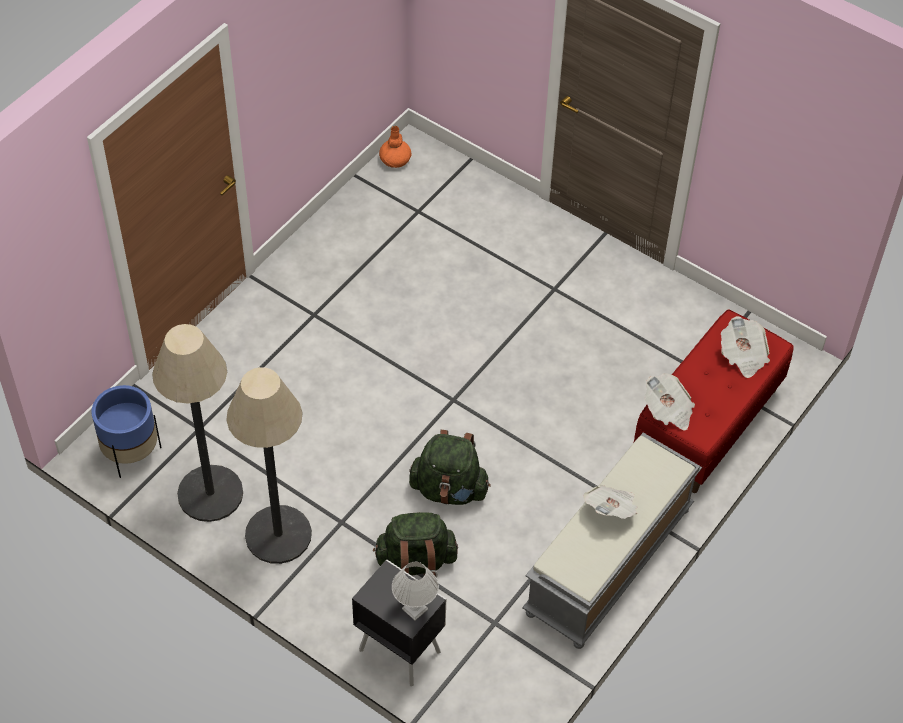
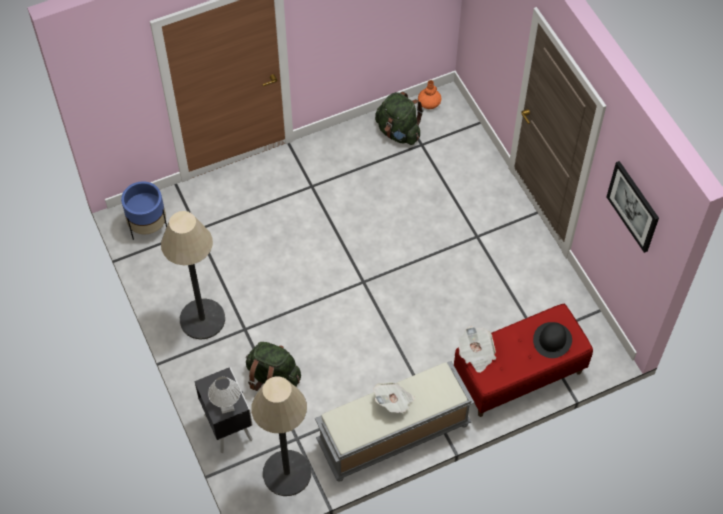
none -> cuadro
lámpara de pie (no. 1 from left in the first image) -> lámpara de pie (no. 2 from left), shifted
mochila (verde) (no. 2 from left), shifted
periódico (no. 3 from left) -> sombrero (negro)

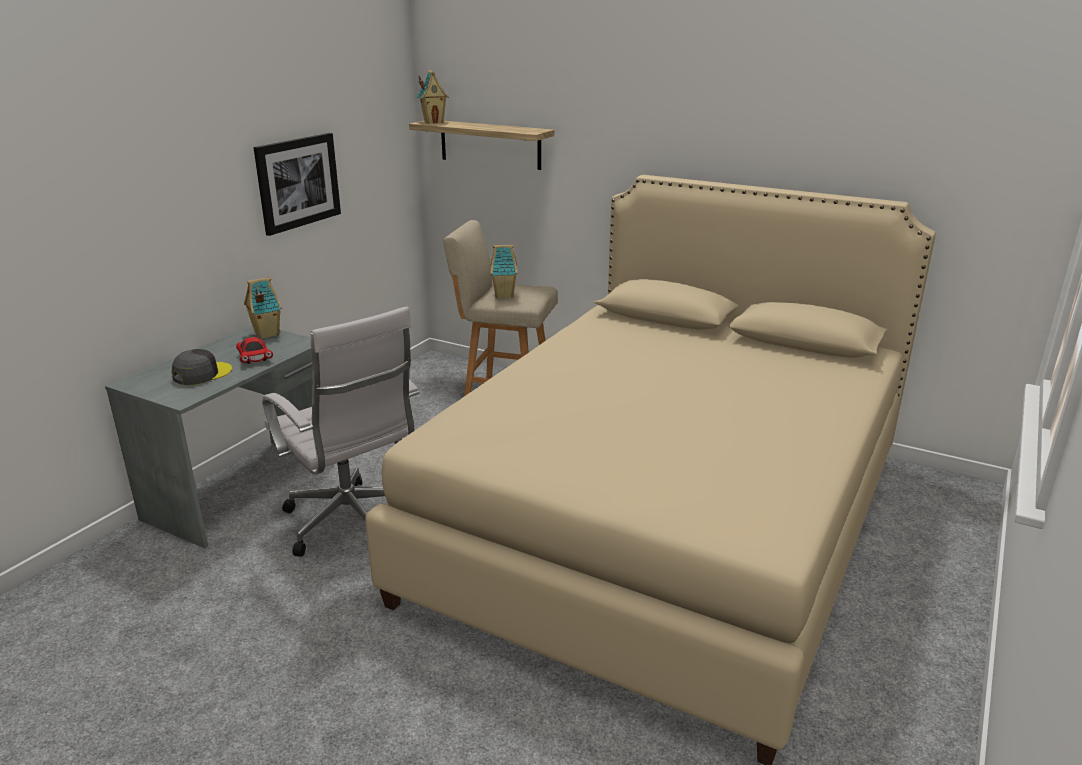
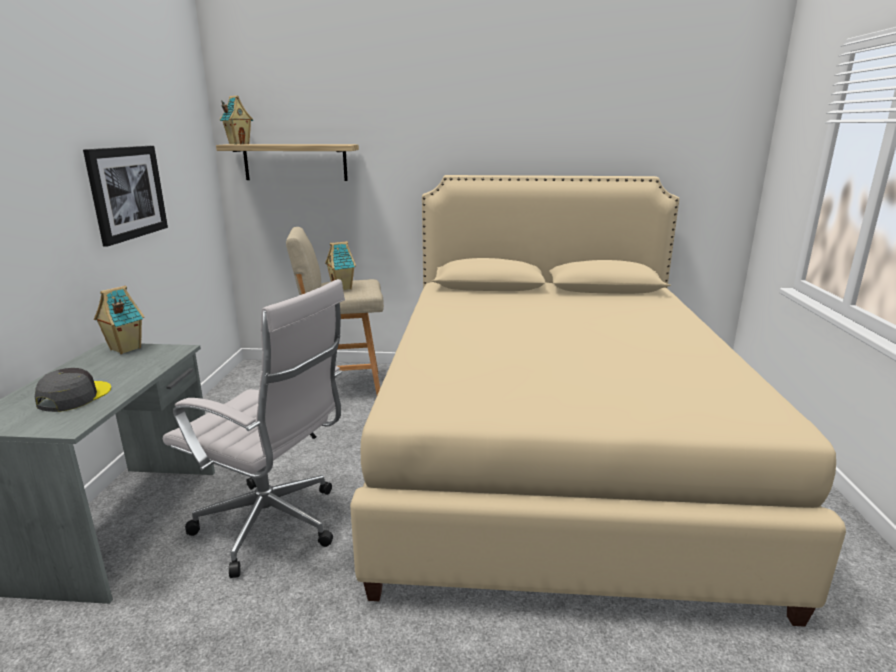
coche de juguete (rojo) -> none

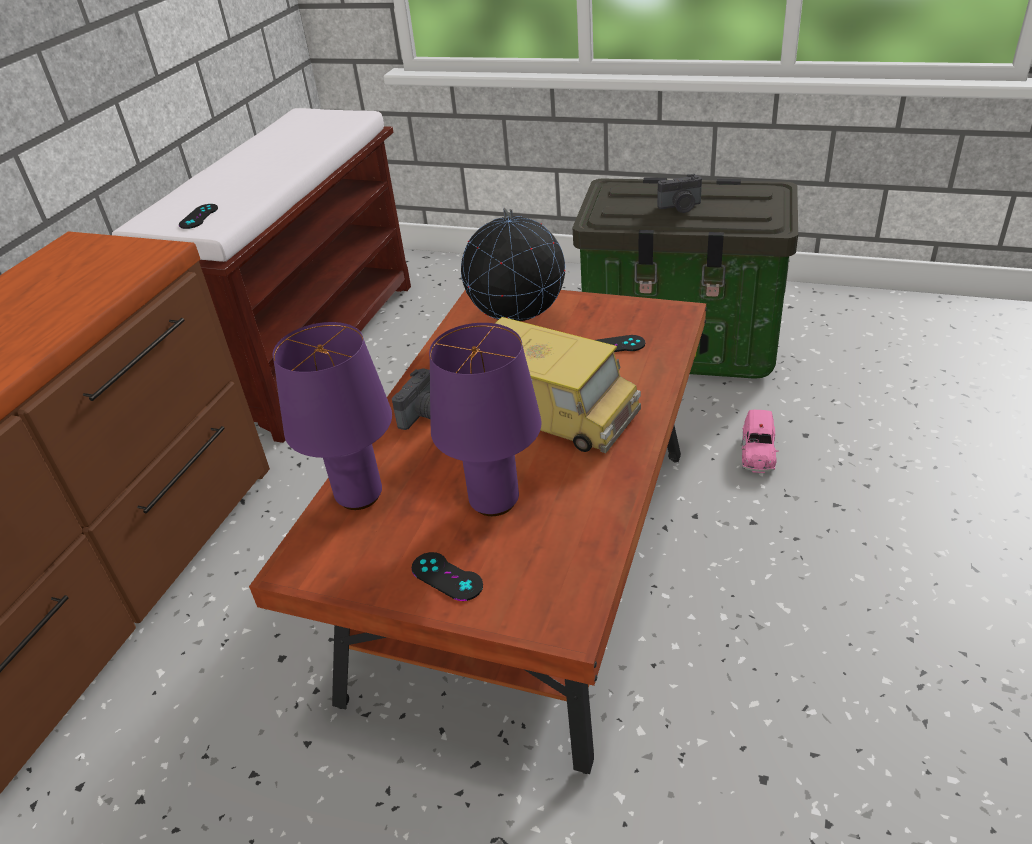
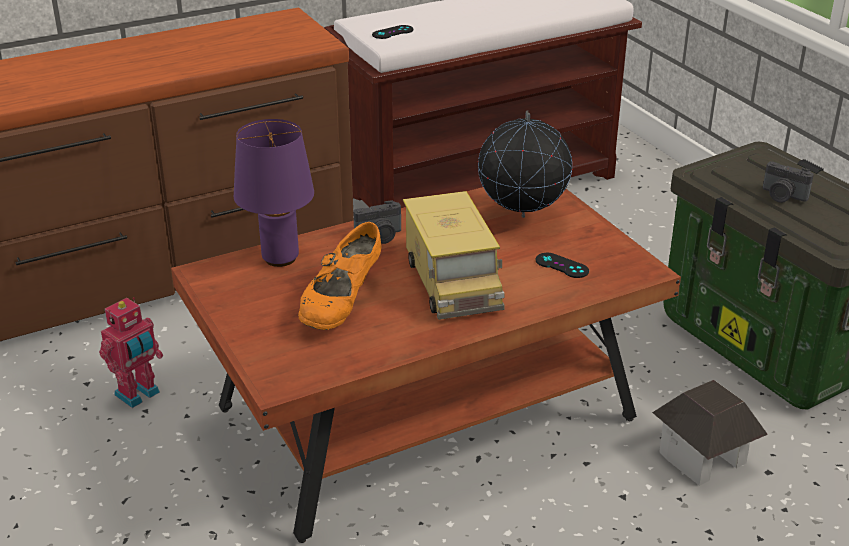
mando de consola (negro) (no. 2 from left) -> none
none -> robot de juguete
lámpara de mesa (morado) (no. 2 from left) -> zapato (naranja)
coche de juguete (rosa) -> casita

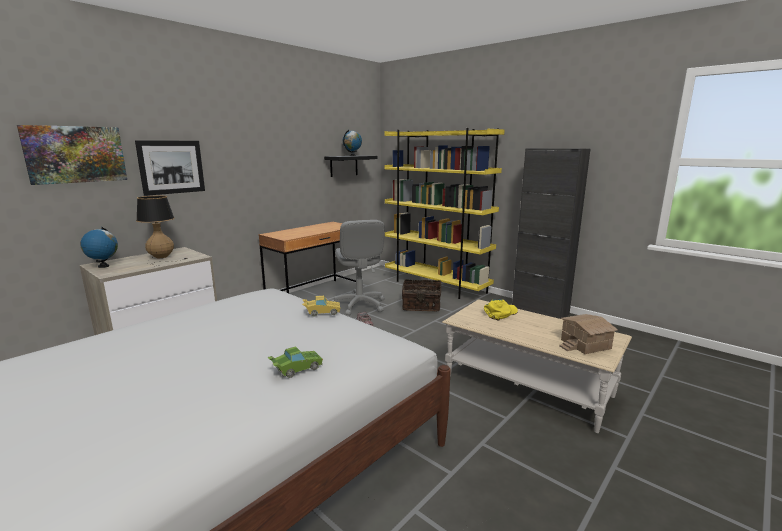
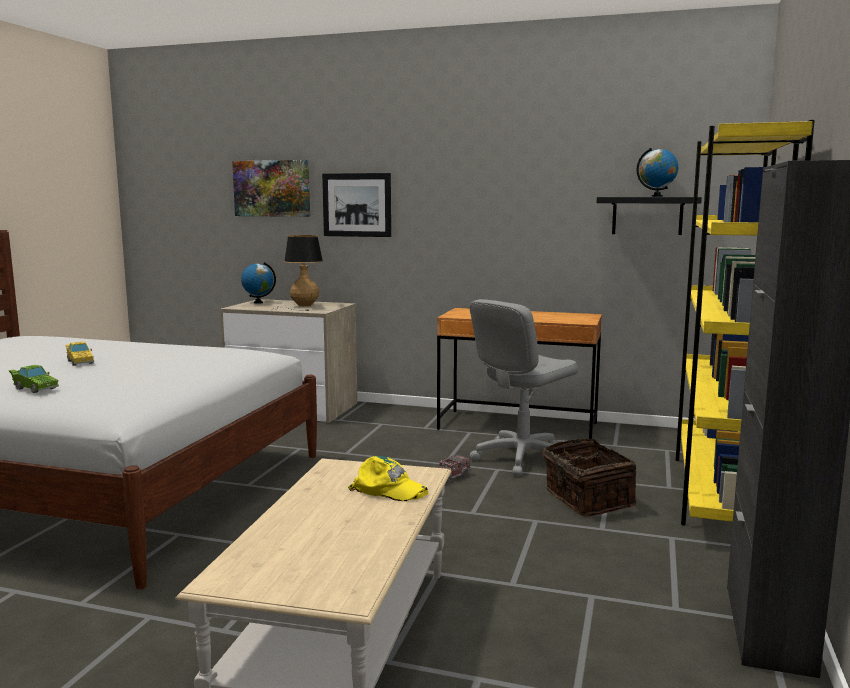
casita -> none
coche de juguete (amarillo), shifted

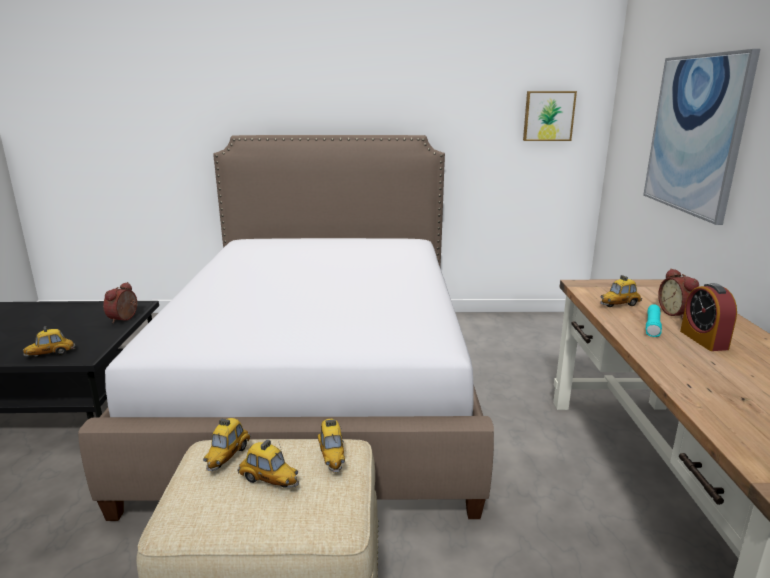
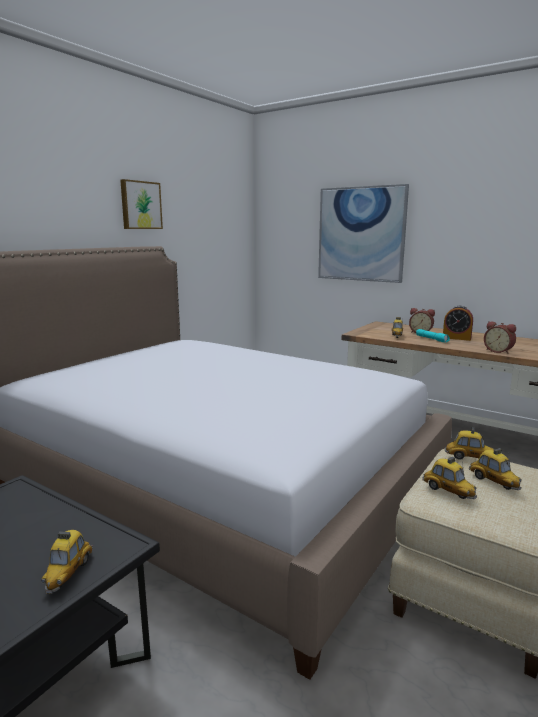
despertador (no. 1 from left in the first image) -> despertador (no. 3 from left), shifted
cuadro (no. 1 from left), shifted
coche de juguete (no. 3 from left in the first image) -> coche de juguete (no. 5 from left), 90 degrees clockwise

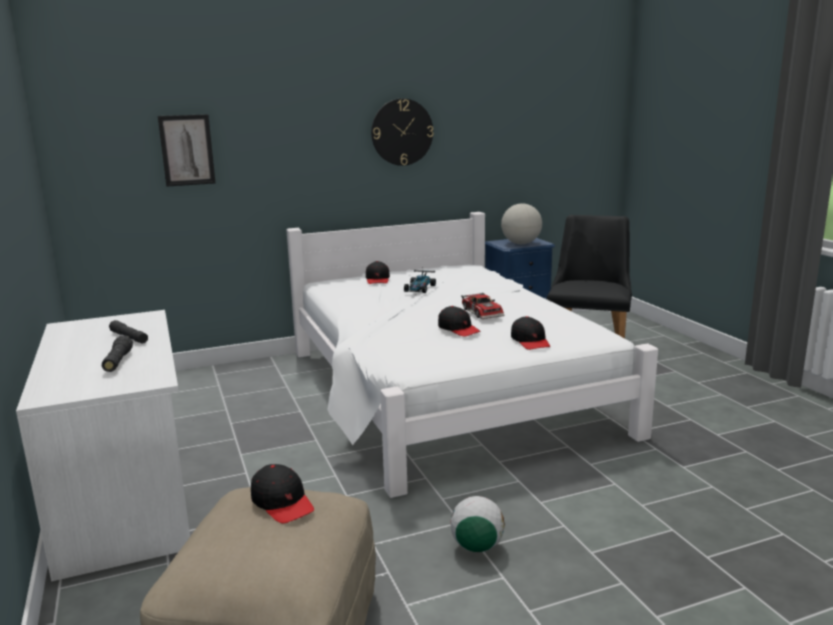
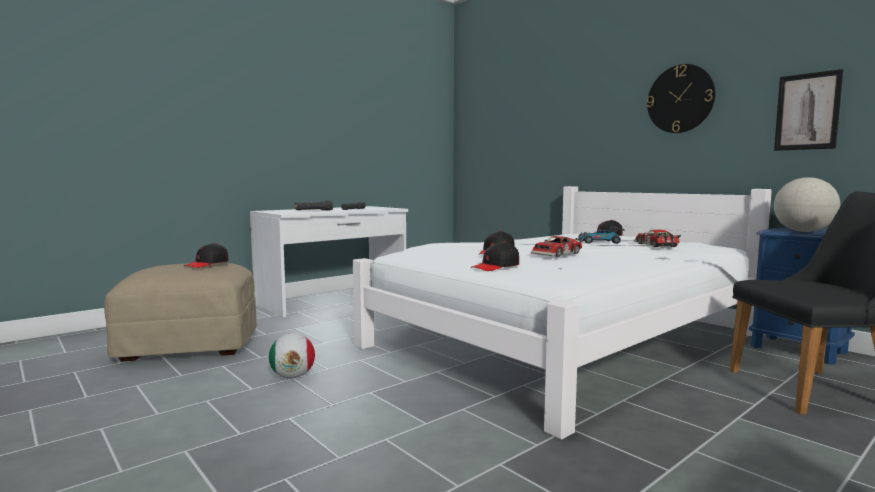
none -> coche de juguete (no. 3 from left)
cuadro, shifted

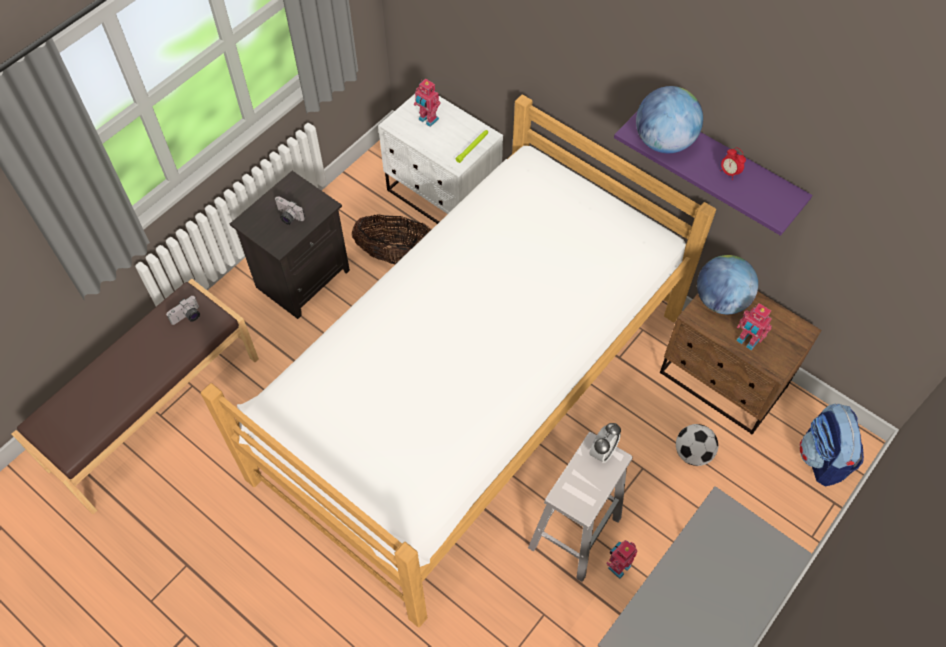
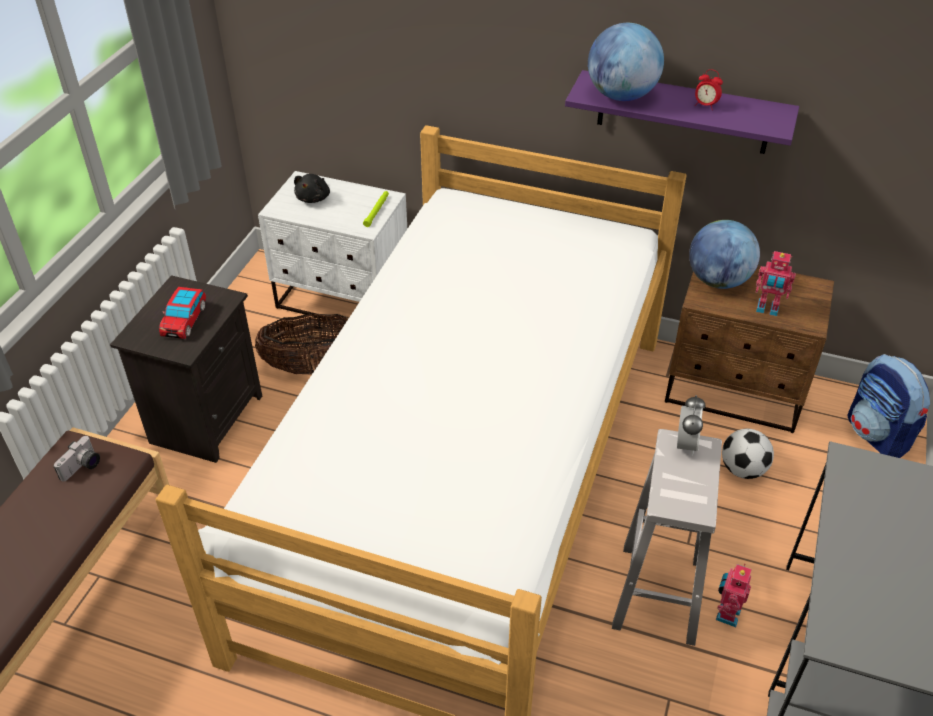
cámara (no. 2 from left) -> coche de juguete
robot de juguete (no. 1 from left) -> peluche (negro)

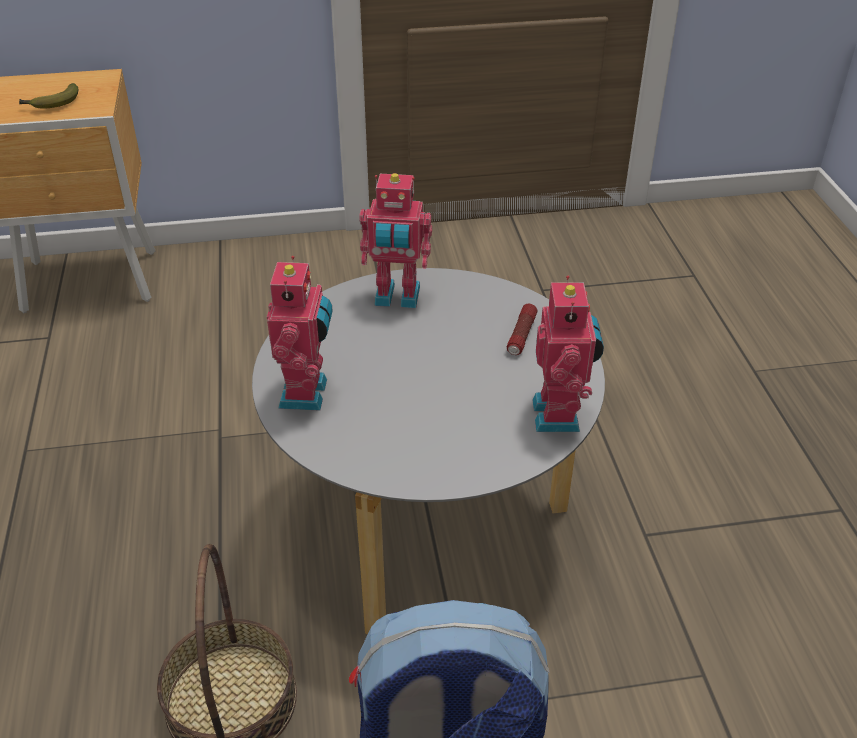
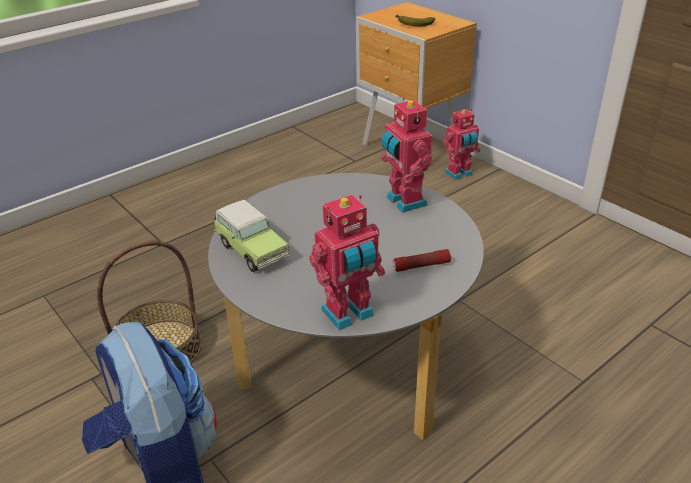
none -> coche de juguete
robot de juguete (no. 1 from left in the first image) -> robot de juguete (no. 3 from left), shifted

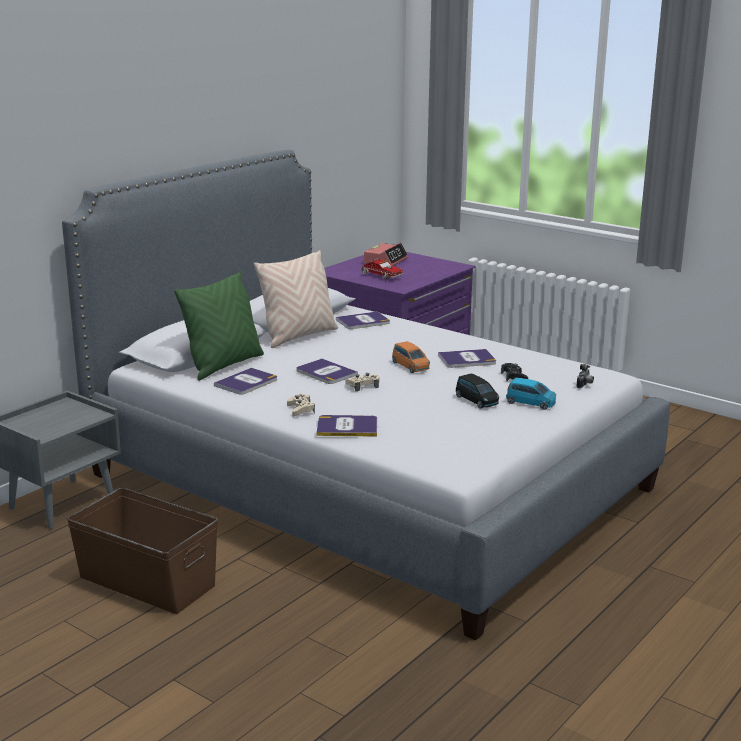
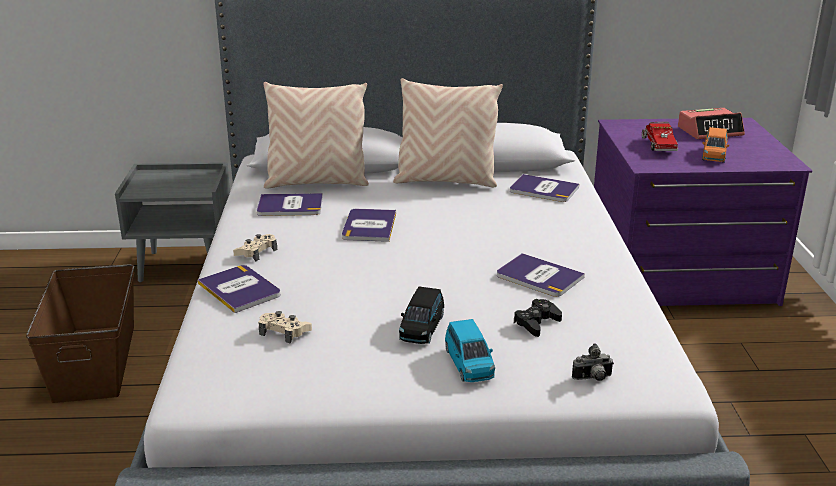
mando de consola (beis) (no. 2 from left), shifted
coche de juguete (naranja), shifted
cojín (verde) -> cojín (beis) (no. 1 from left)

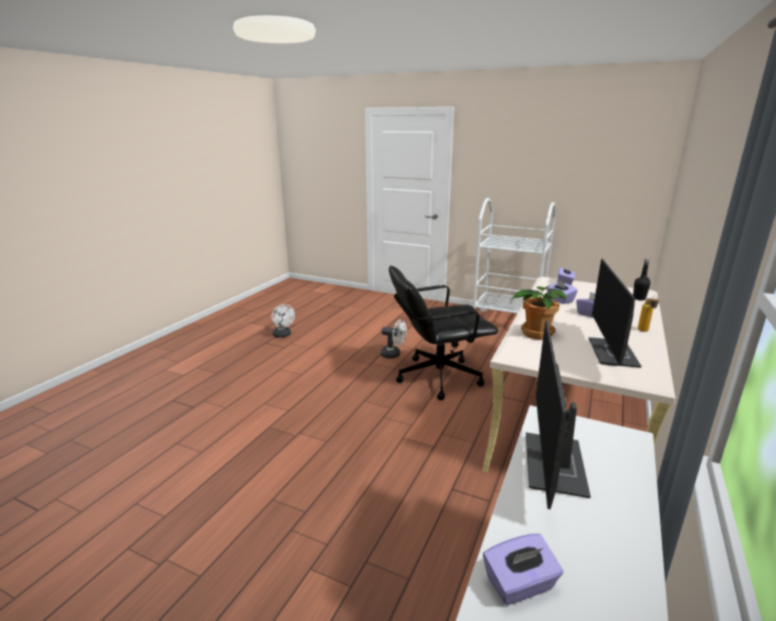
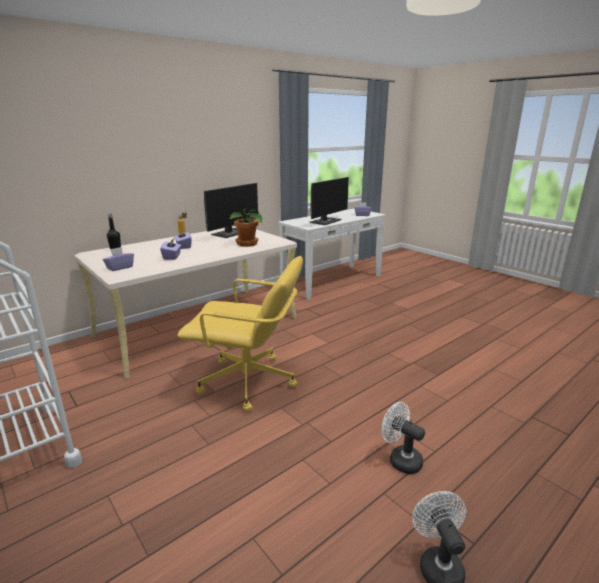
ventilador (blanco) (no. 2 from left in the first image) -> ventilador (blanco) (no. 1 from left), shifted
silla de oficina (negro) -> silla de oficina (amarillo)

